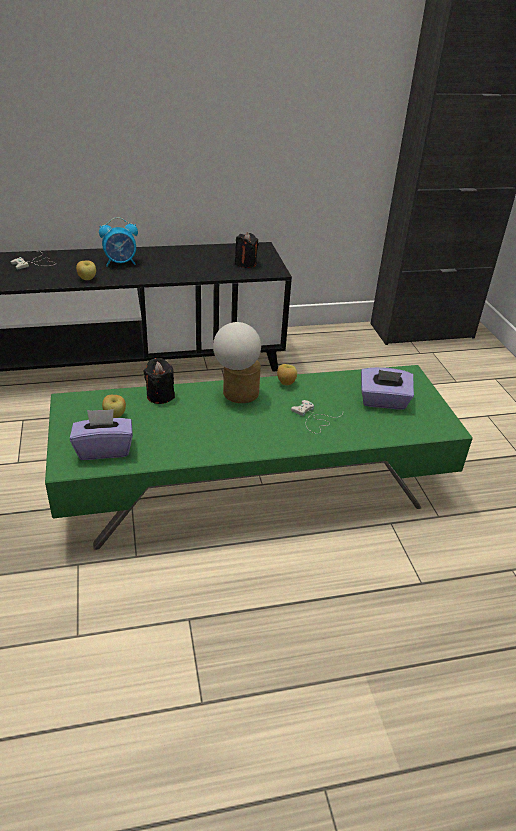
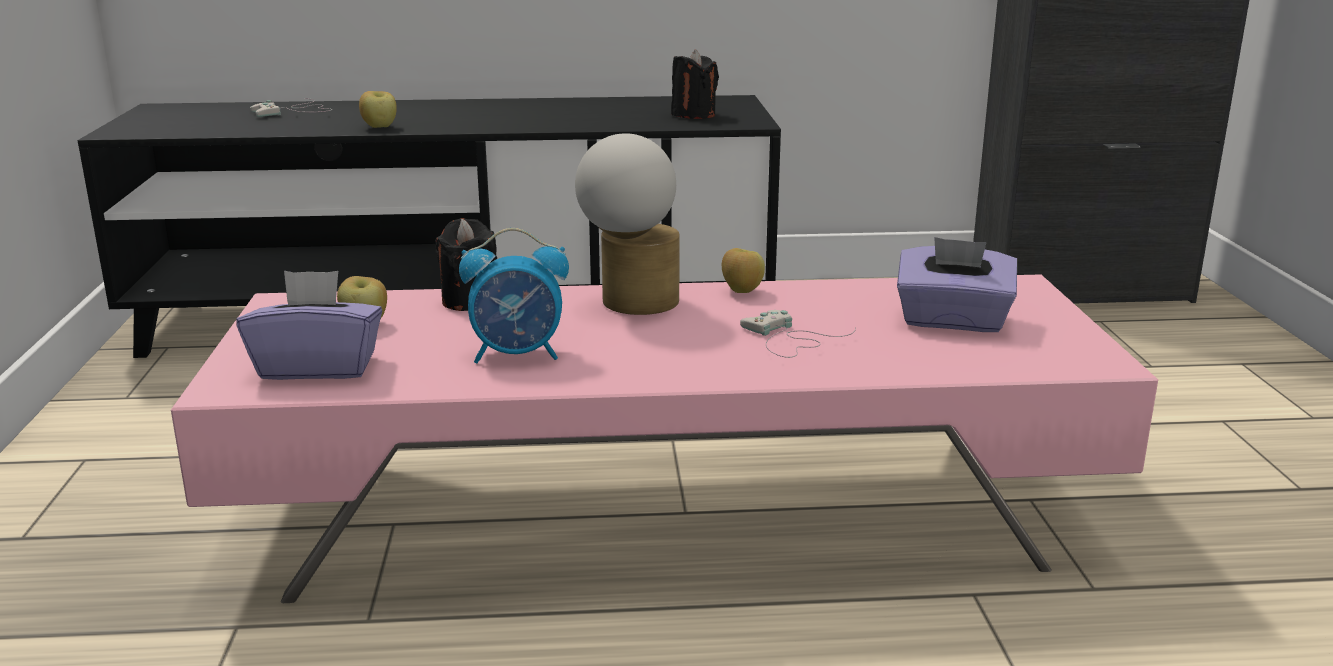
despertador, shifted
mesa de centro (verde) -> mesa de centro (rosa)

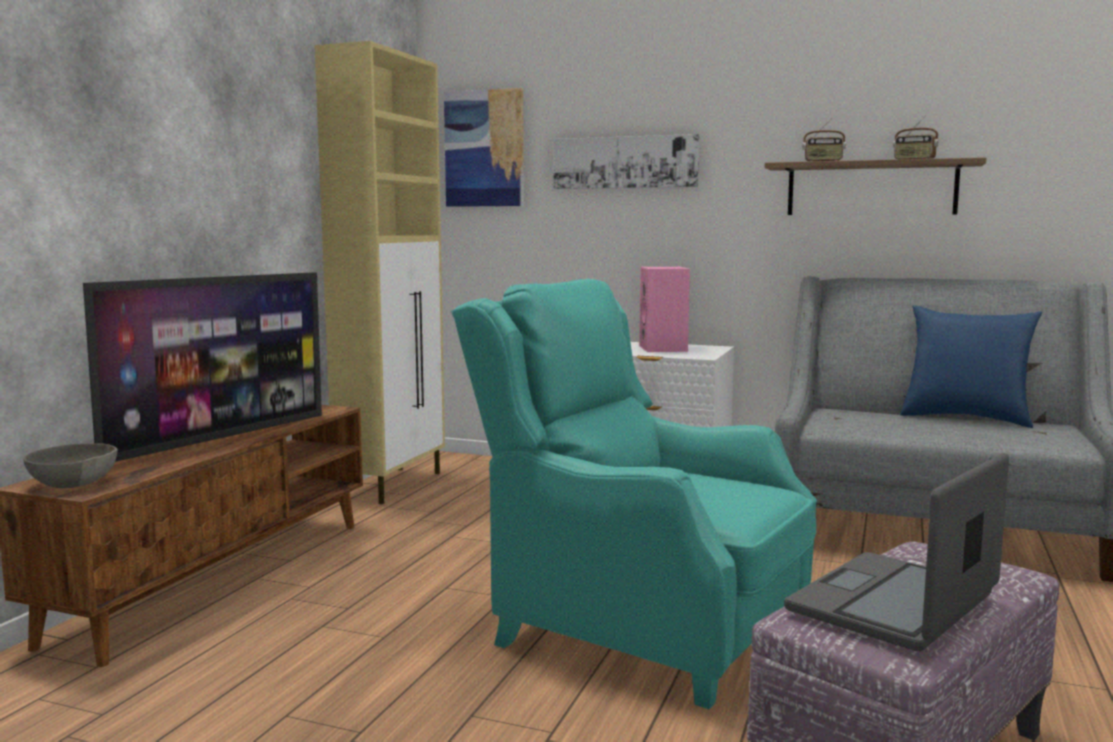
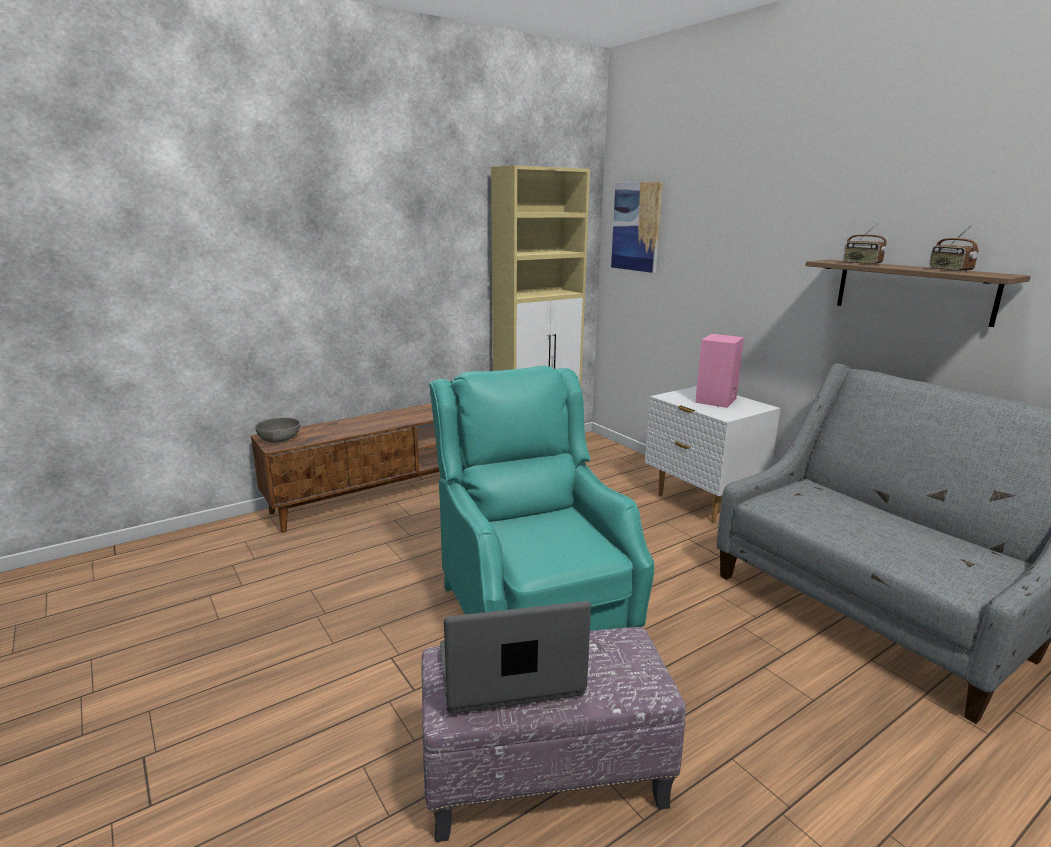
televisor -> none
cuadro (no. 2 from left) -> none
cojín (azul) -> none

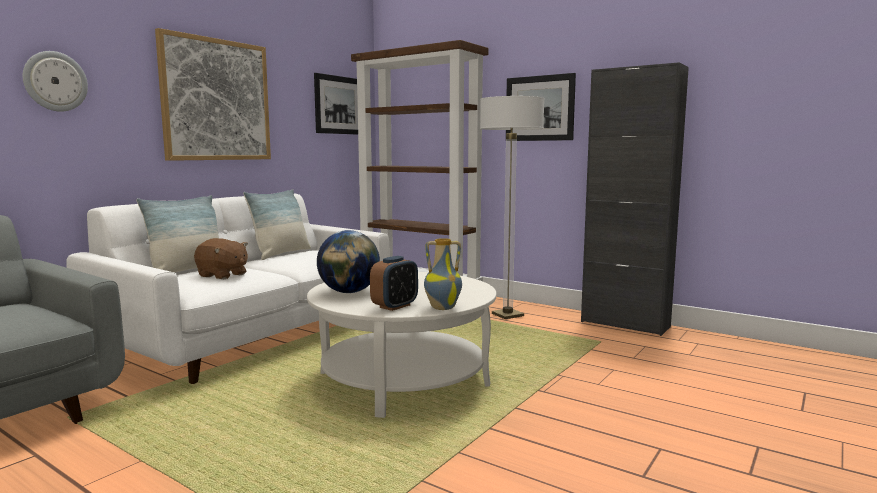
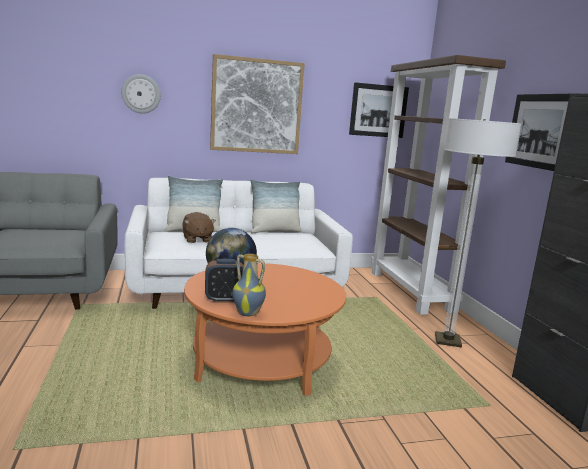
mesa de centro (blanco) -> mesa de centro (naranja)

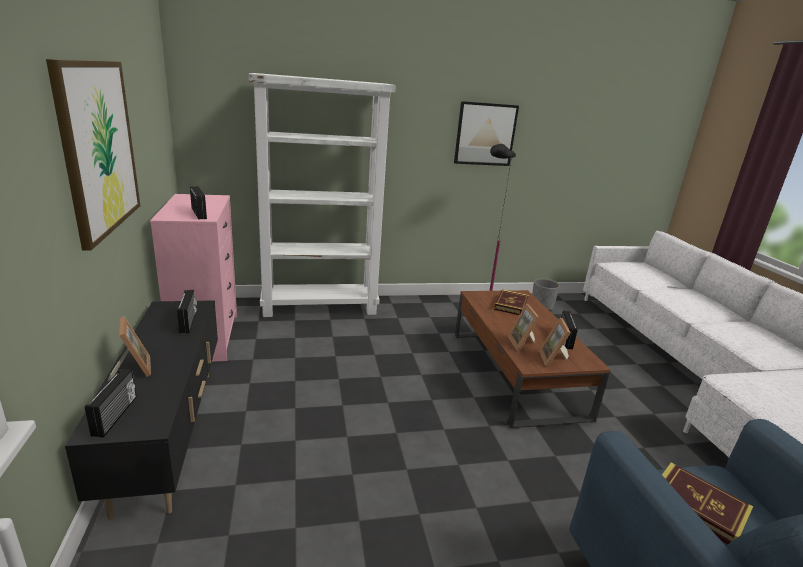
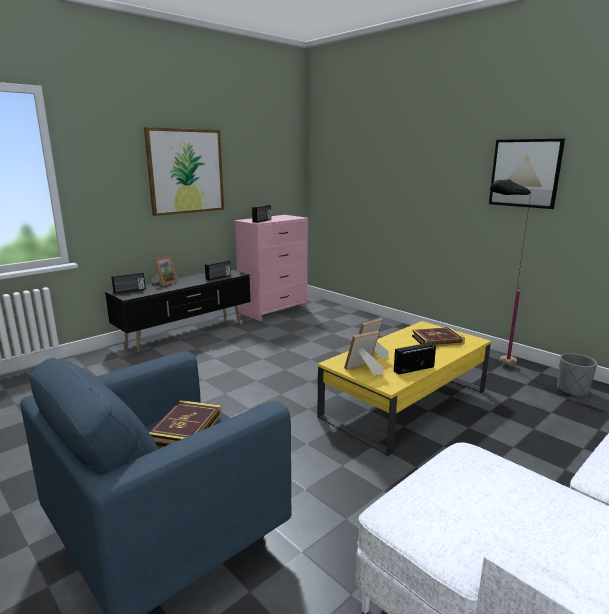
estantería (blanco) -> none
mesa de centro (marrón) -> mesa de centro (amarillo)

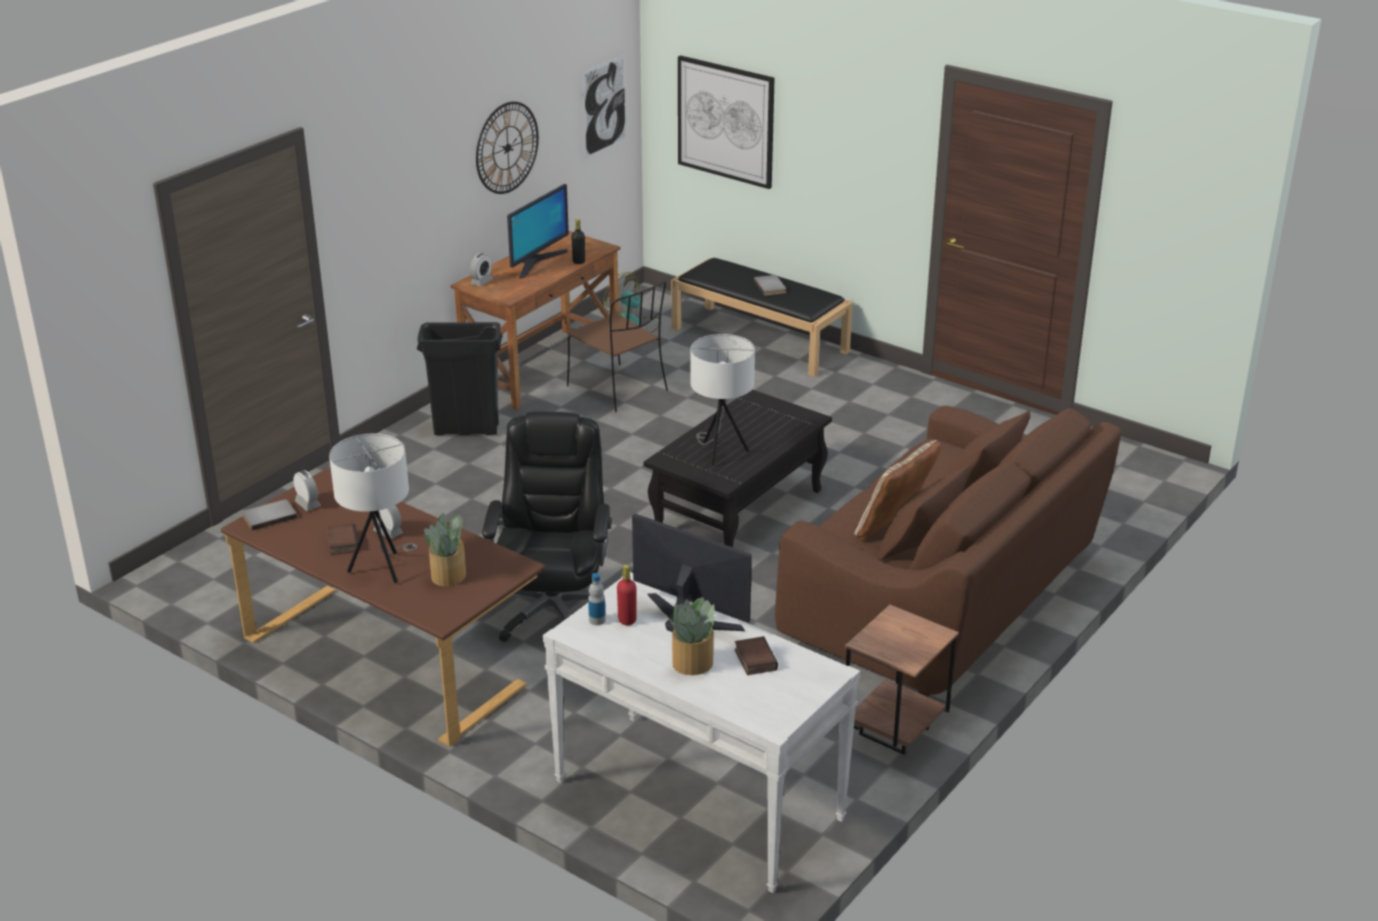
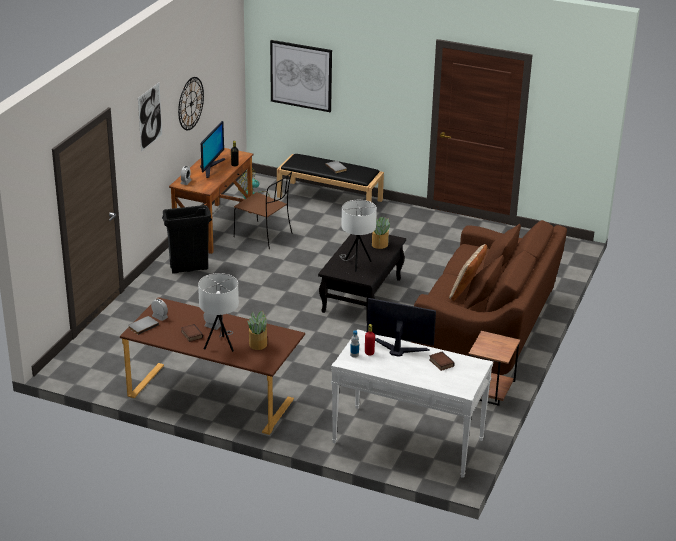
silla de oficina (negro) -> none
cuadro (no. 1 from left), shifted
planta en maceta (no. 2 from left), shifted

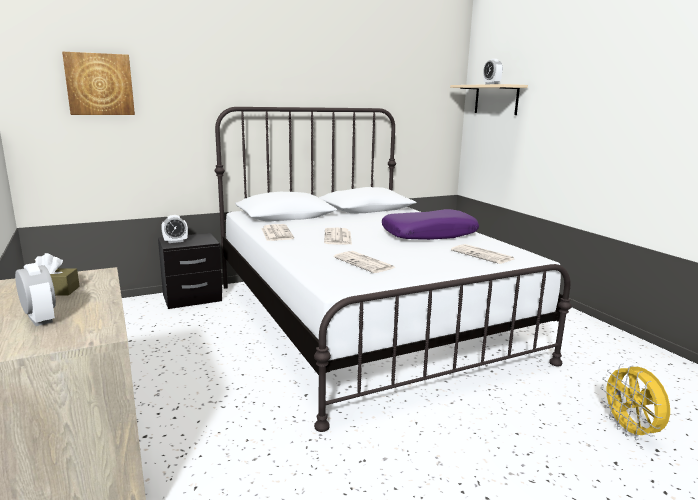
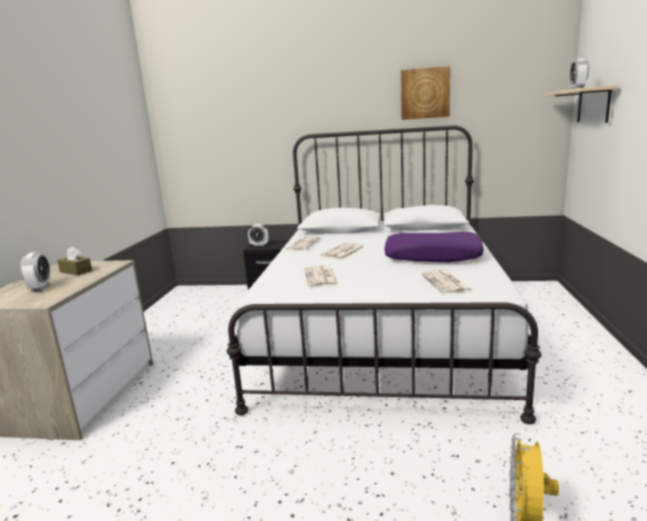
cuadro, shifted

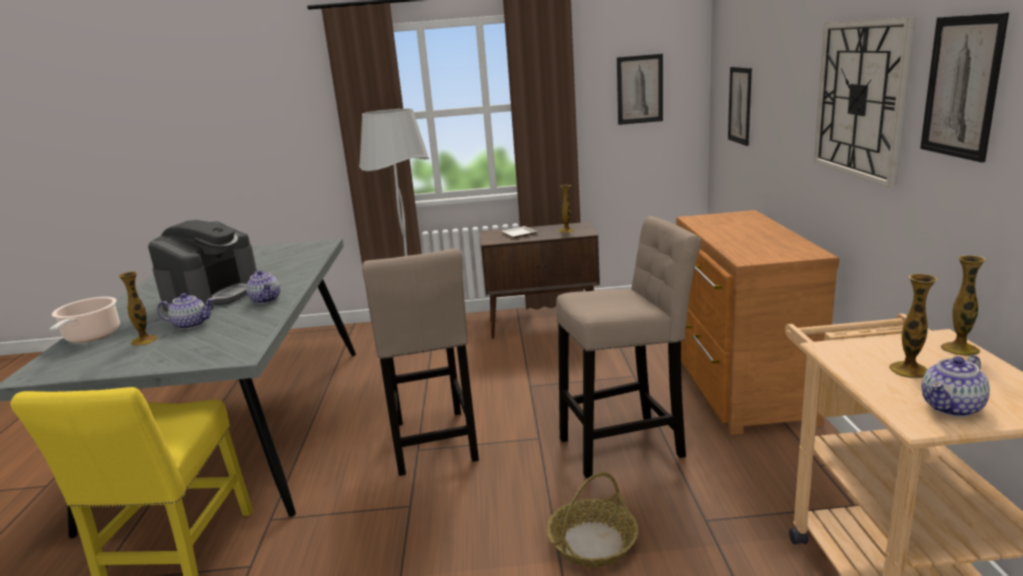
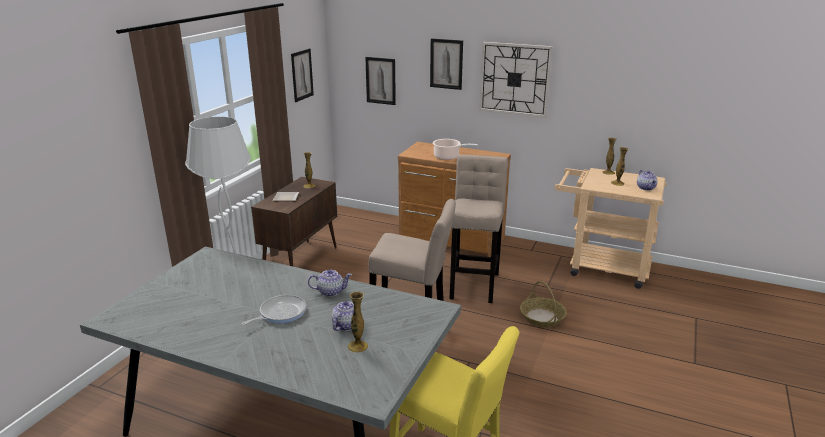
olla, shifted
cuadro (no. 3 from left), shifted
cafetera -> sartén

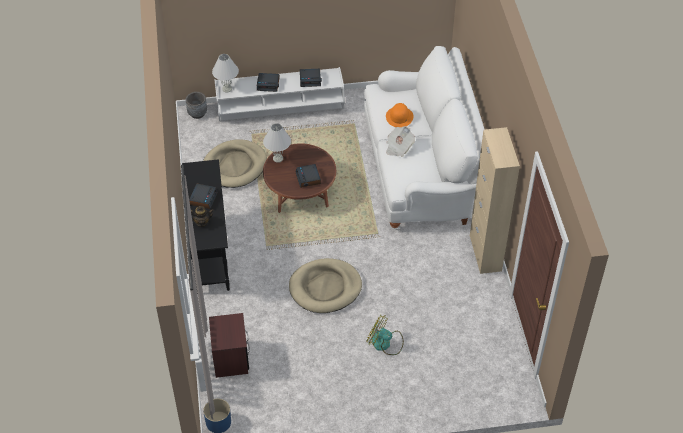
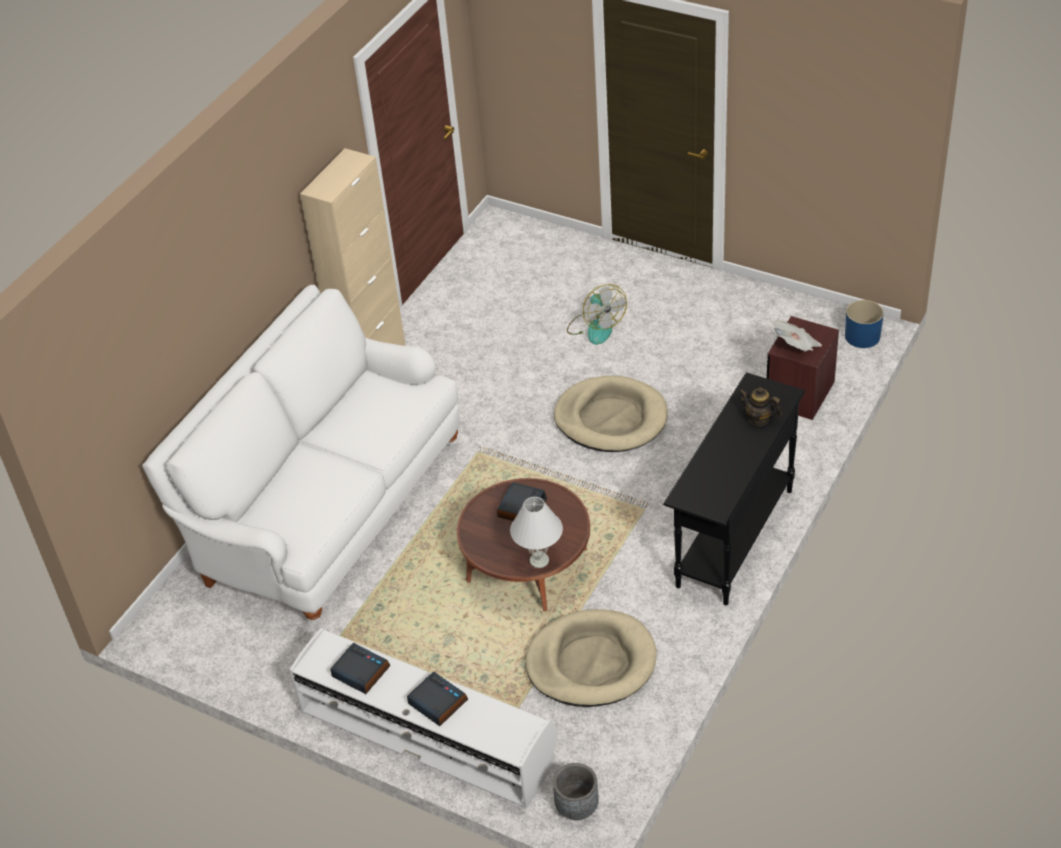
despertador (no. 1 from left) -> none
lámpara de mesa (blanco) (no. 1 from left) -> none
sombrero (naranja) -> none
periódico, shifted

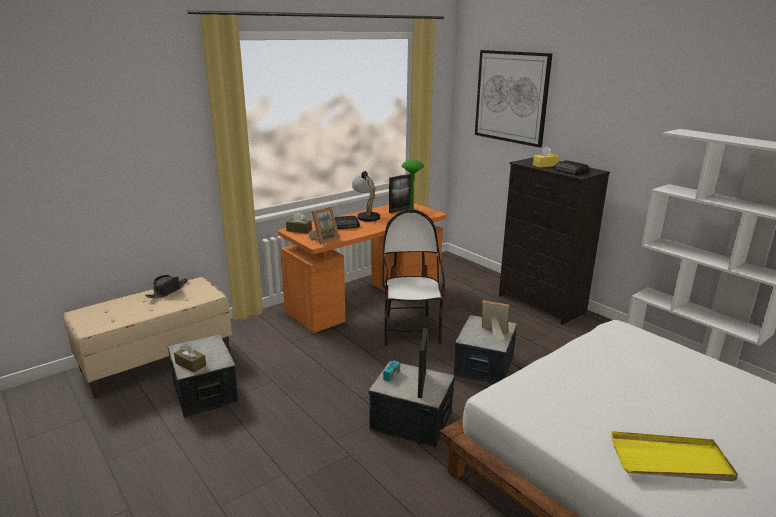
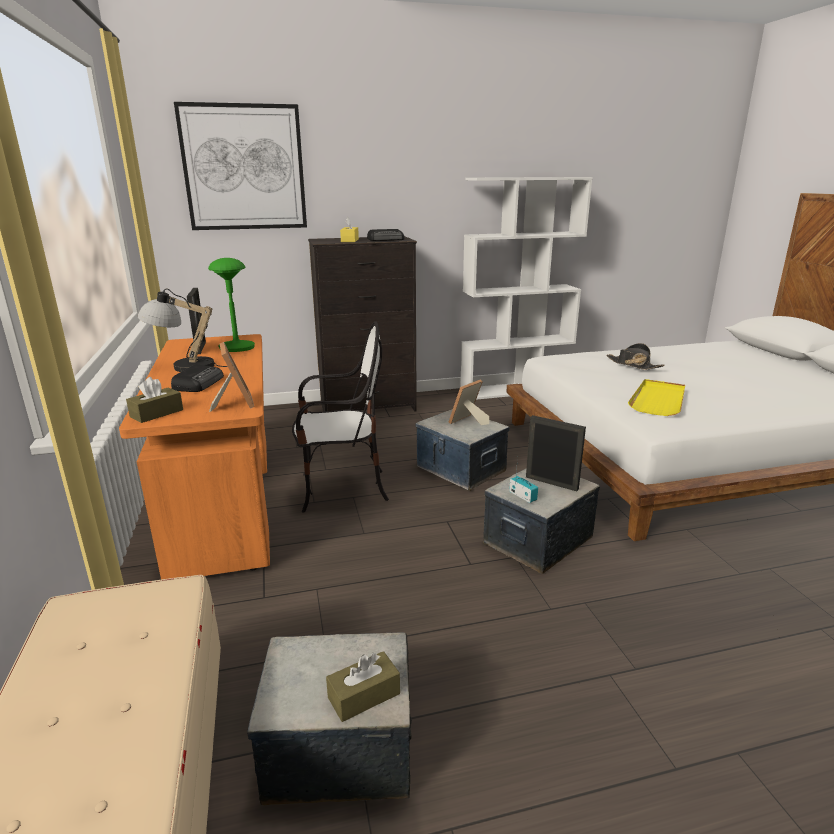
sombrero (negro), shifted
bandeja (amarillo), shifted
silla, 150 degrees clockwise

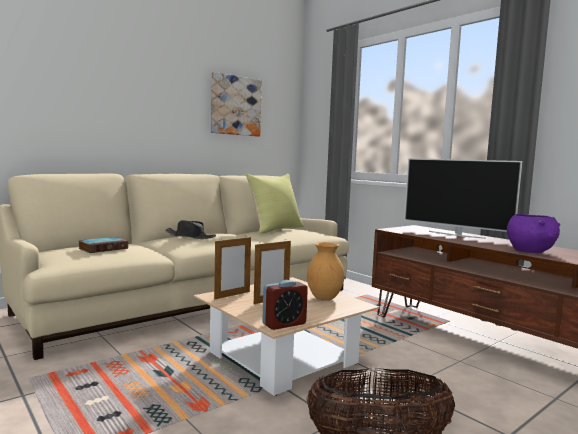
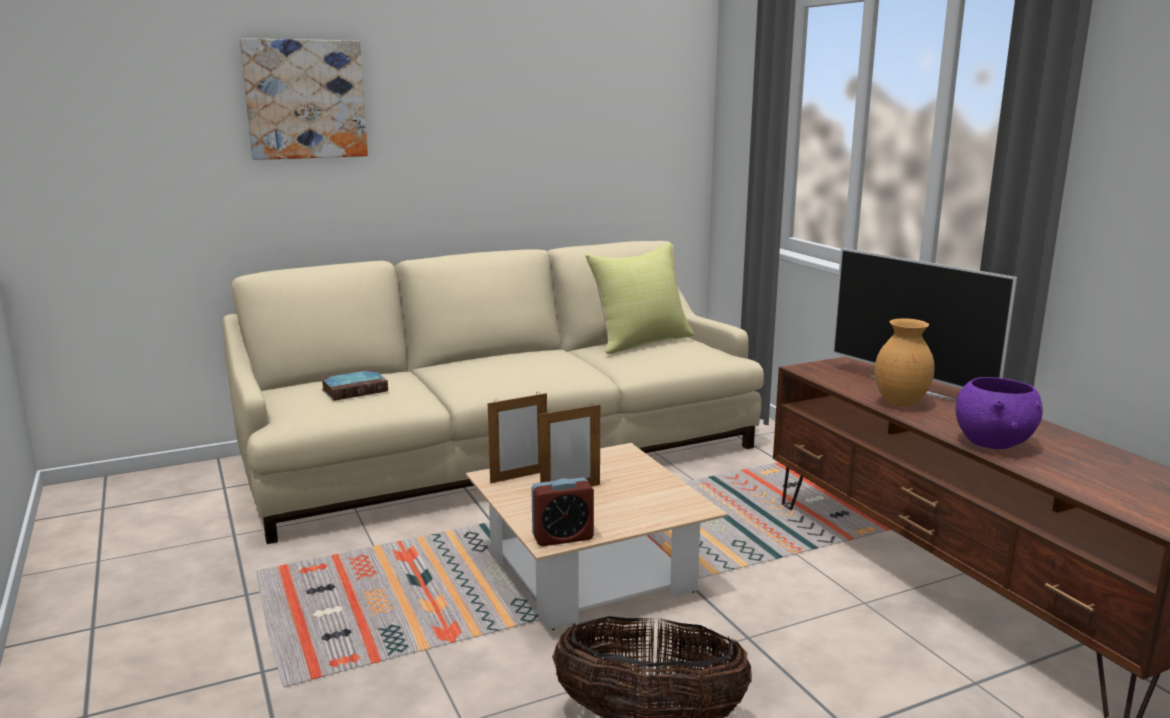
sombrero (negro) -> none
cuadro, shifted
florero (marrón), shifted

